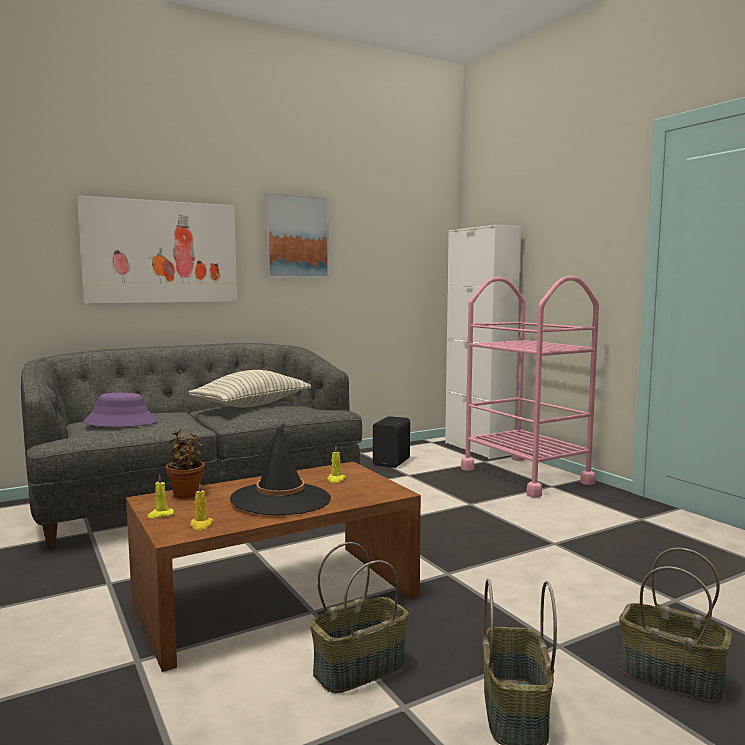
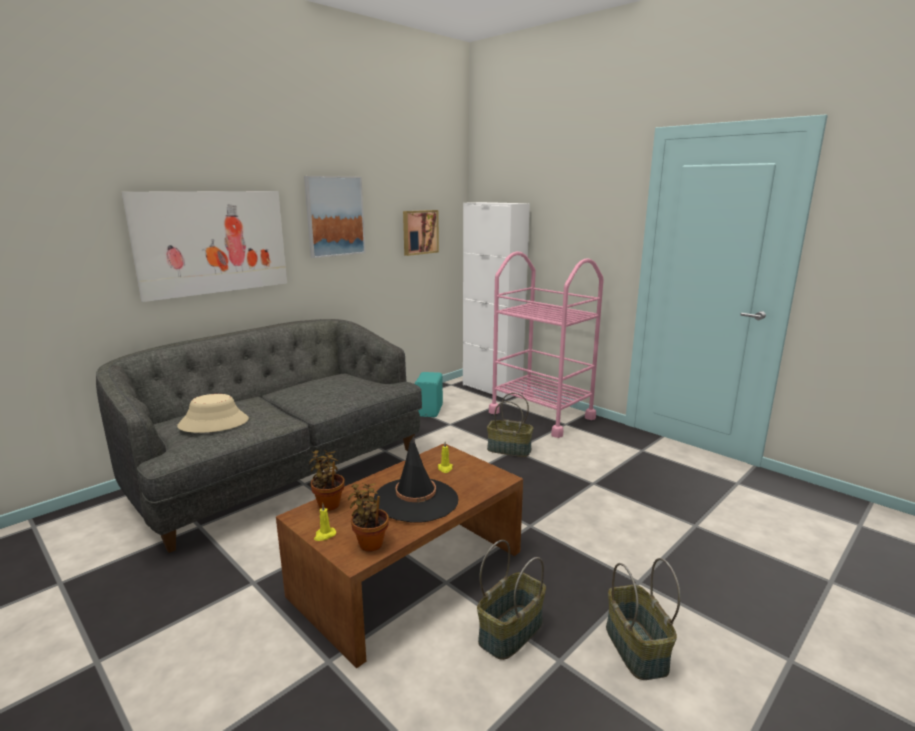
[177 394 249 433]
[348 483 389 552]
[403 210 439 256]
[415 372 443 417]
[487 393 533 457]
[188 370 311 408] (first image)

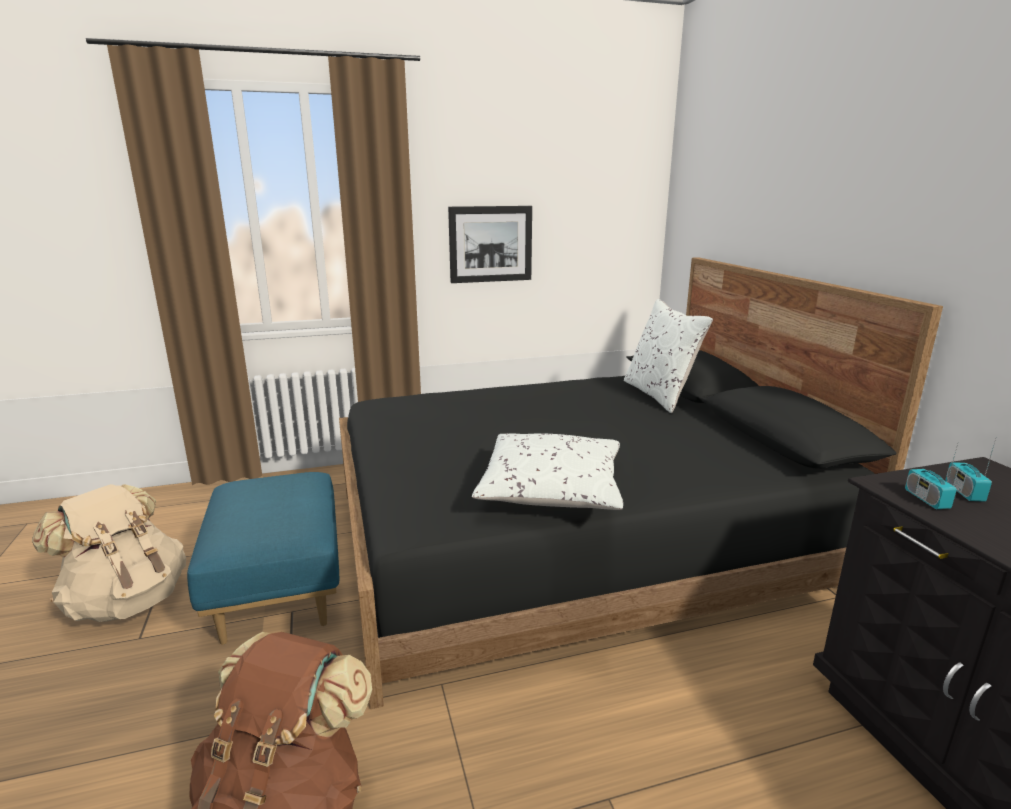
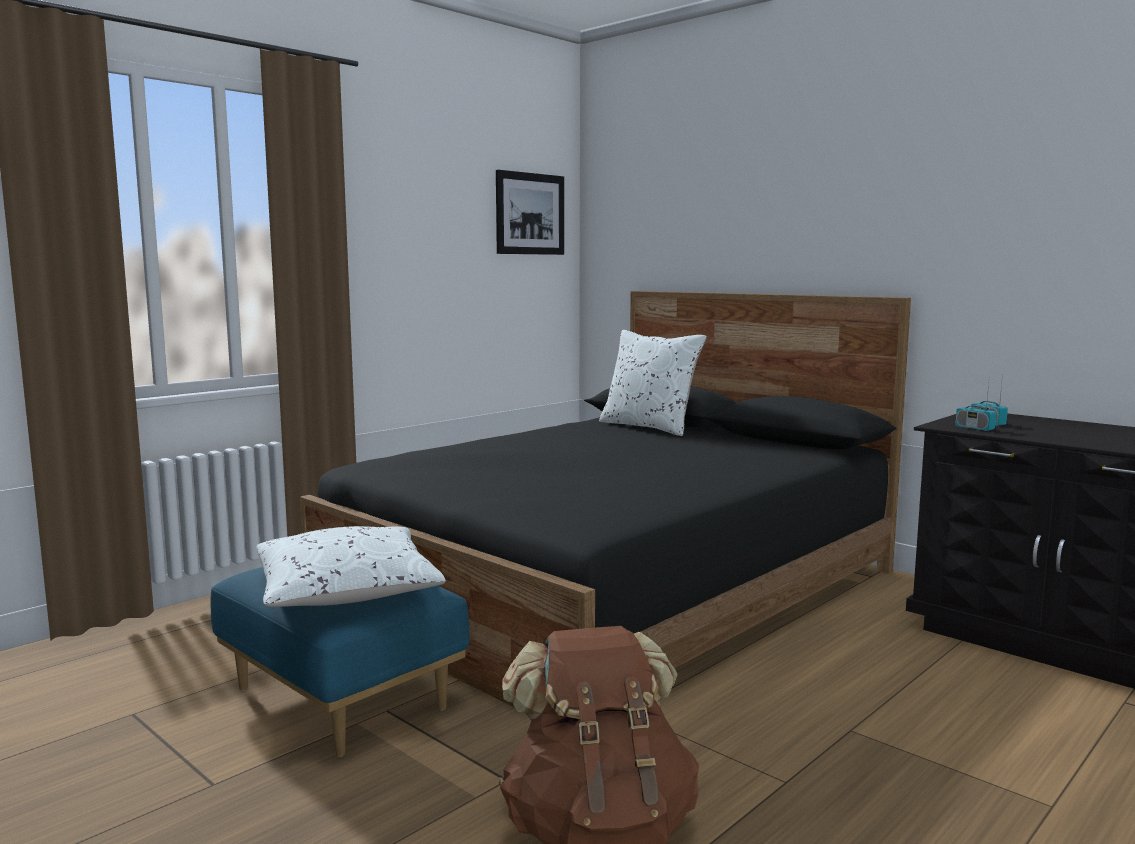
[257 526 445 607]
[496 170 564 255]
[32 484 186 622] (first image)

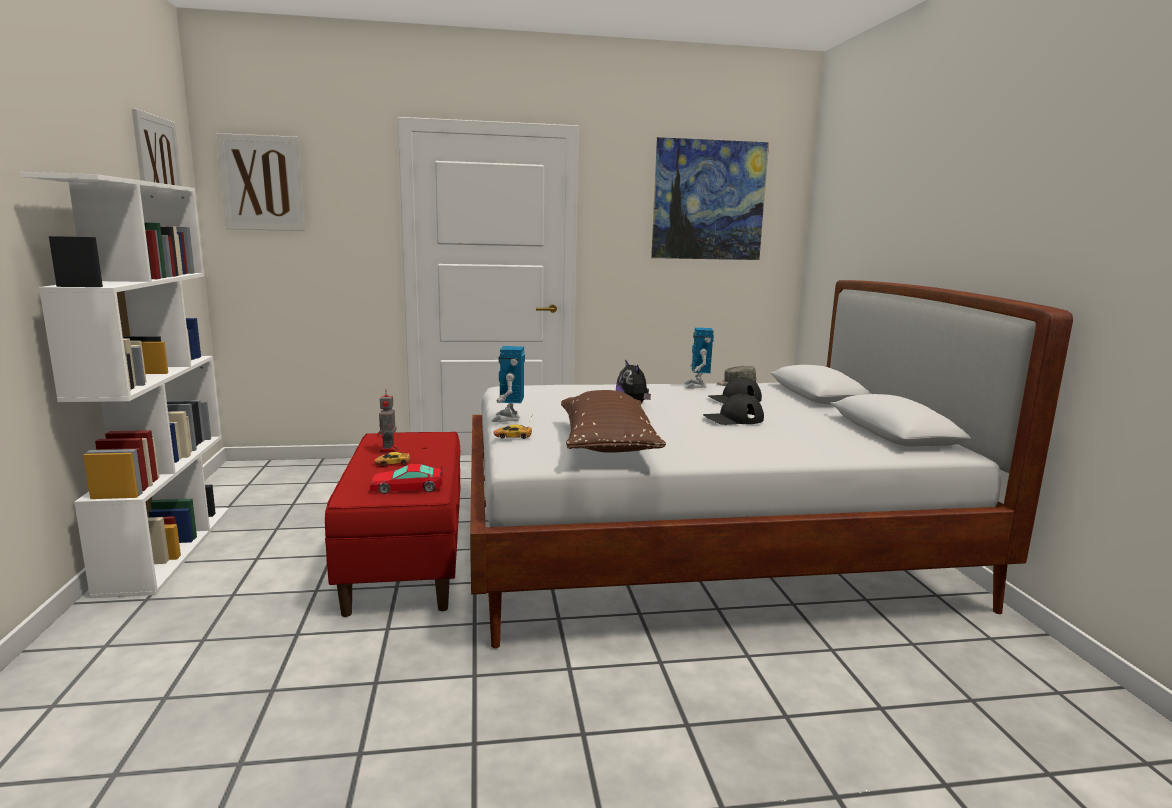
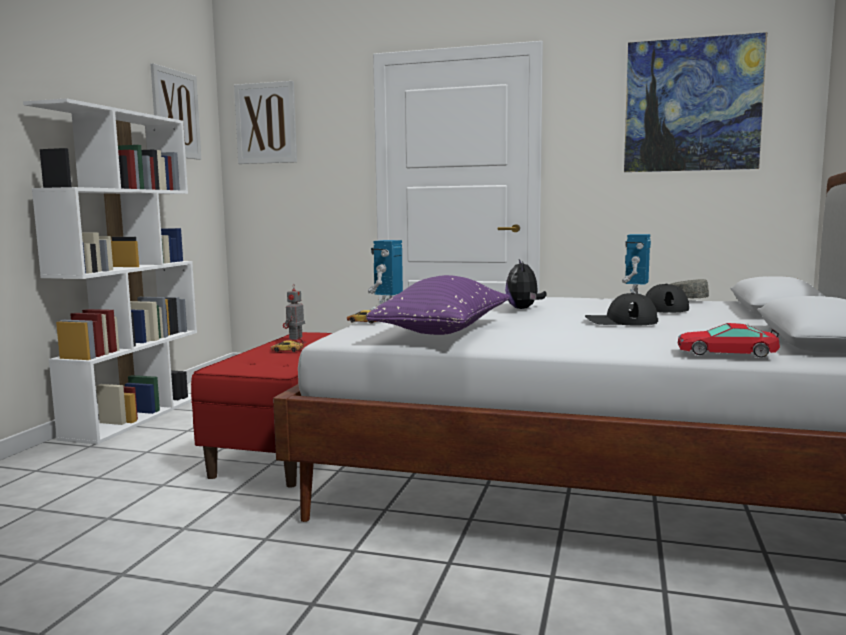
[366 275 510 335]
[678 323 780 358]

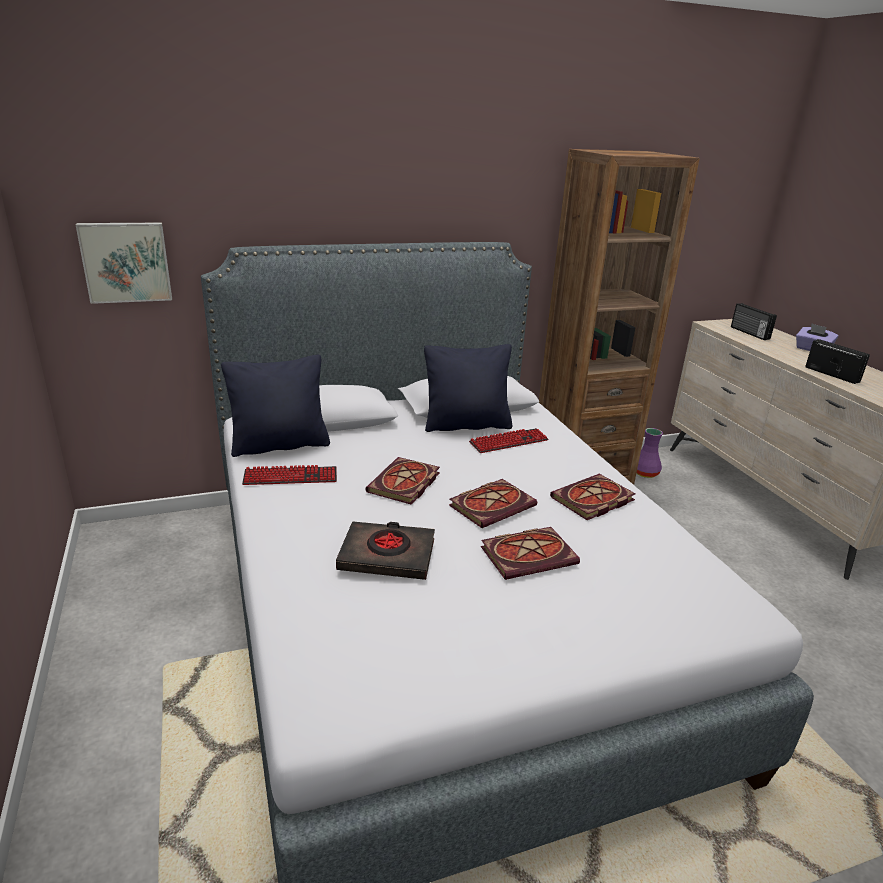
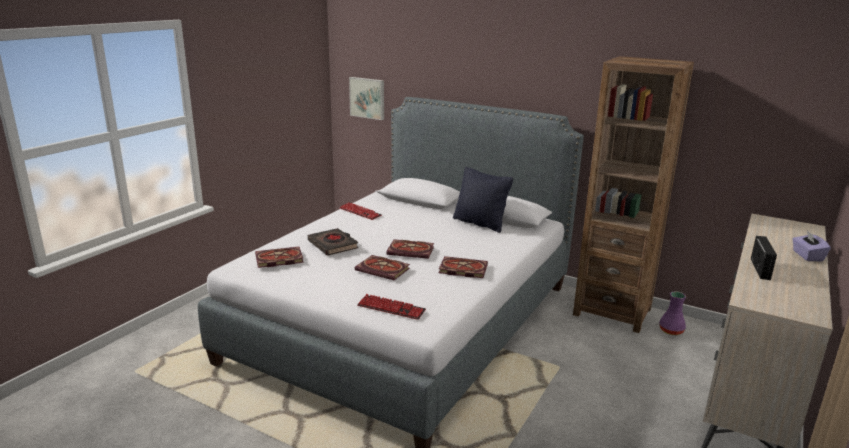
[255 247 304 268]
[357 294 426 320]
[221 355 330 457] (first image)
[731 303 777 340] (first image)

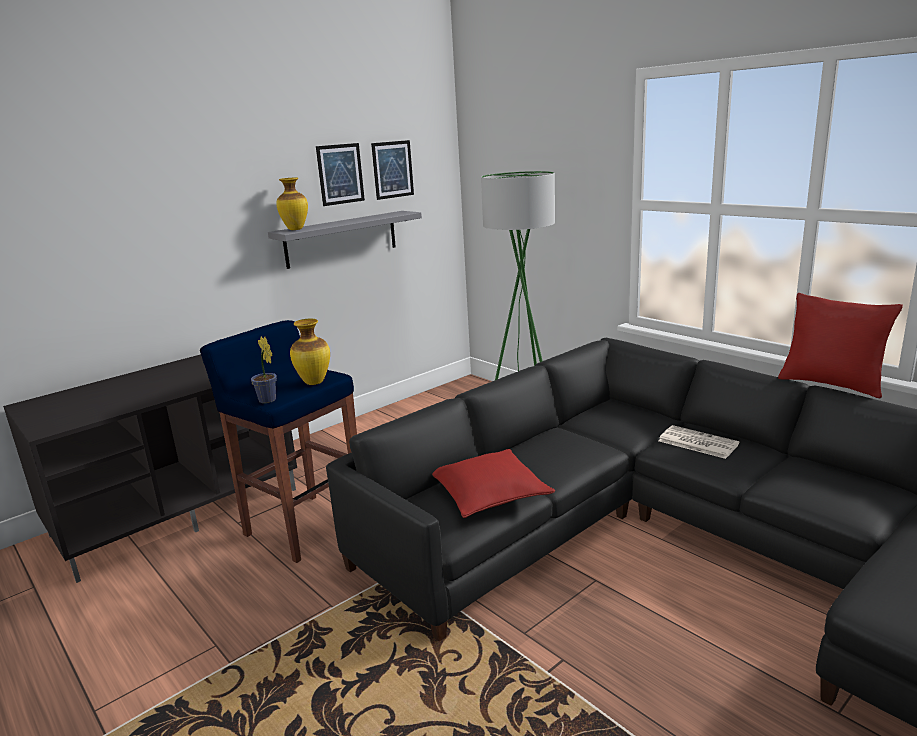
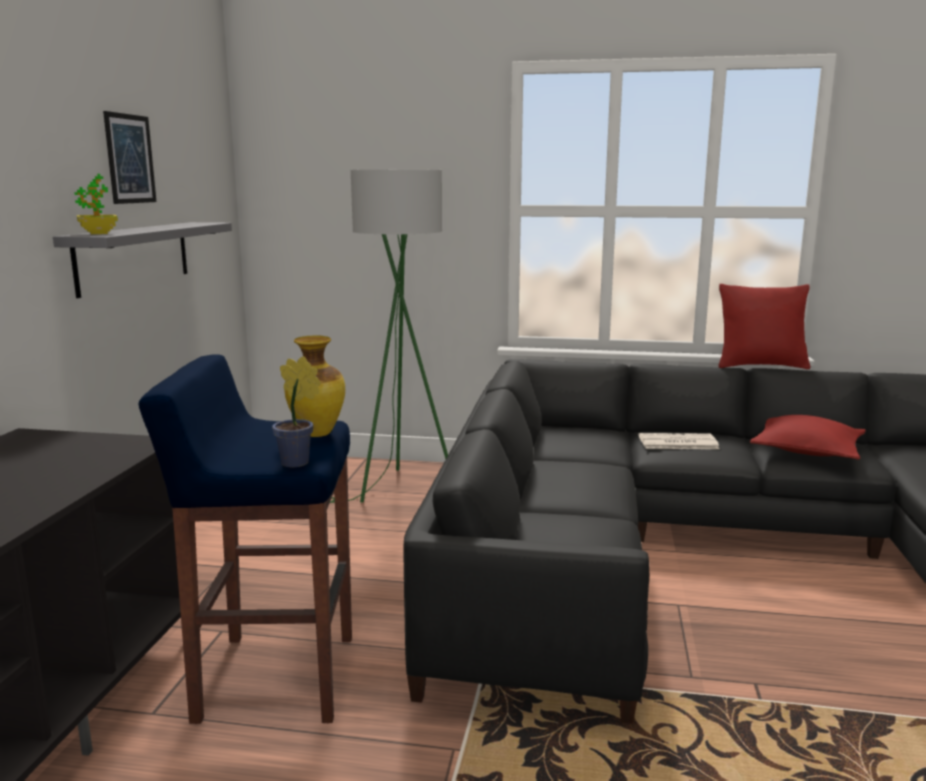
[74 174 118 234]
[750 415 866 460]
[371 140 414 200] (first image)

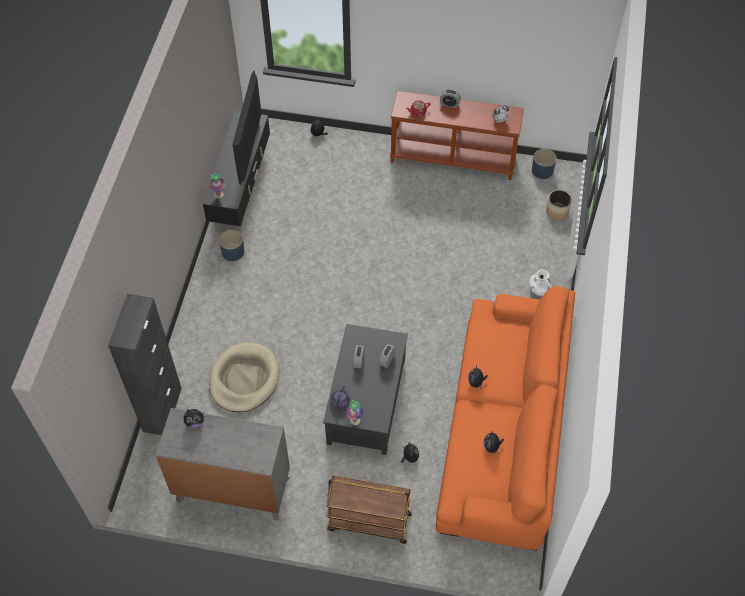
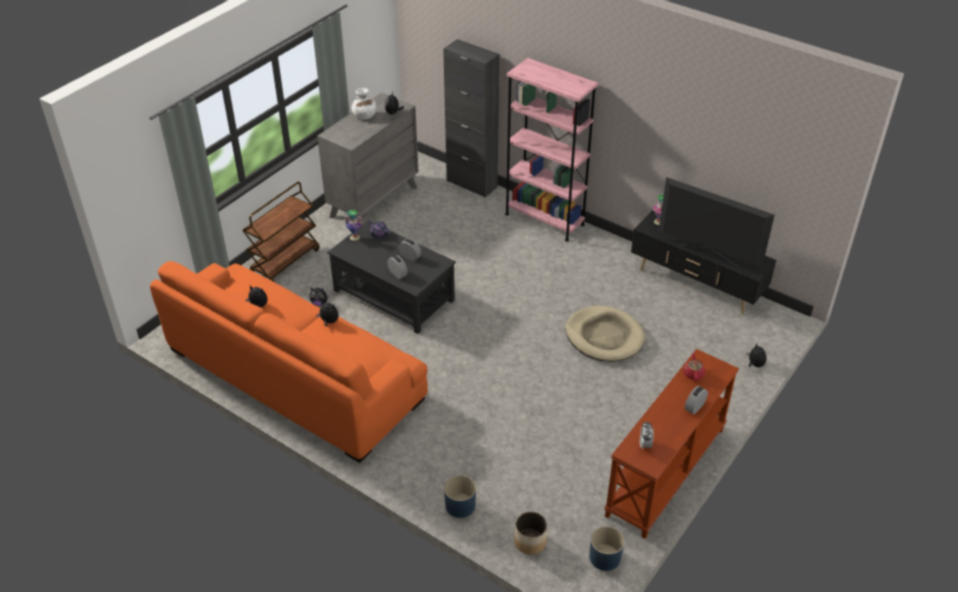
[352 88 376 120]
[444 475 476 518]
[505 58 598 242]
[565 306 645 362]

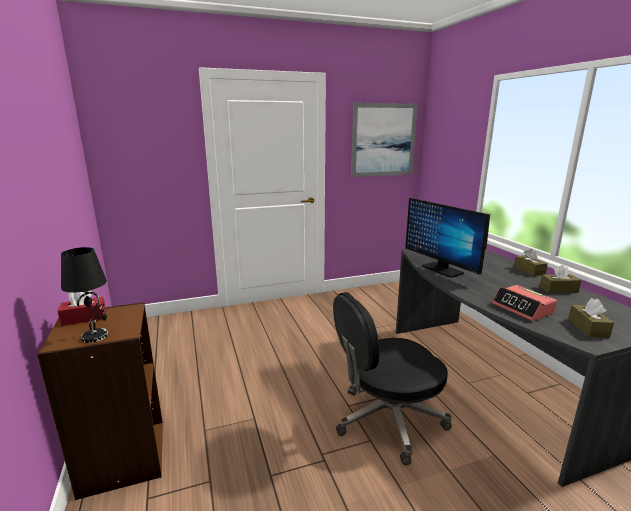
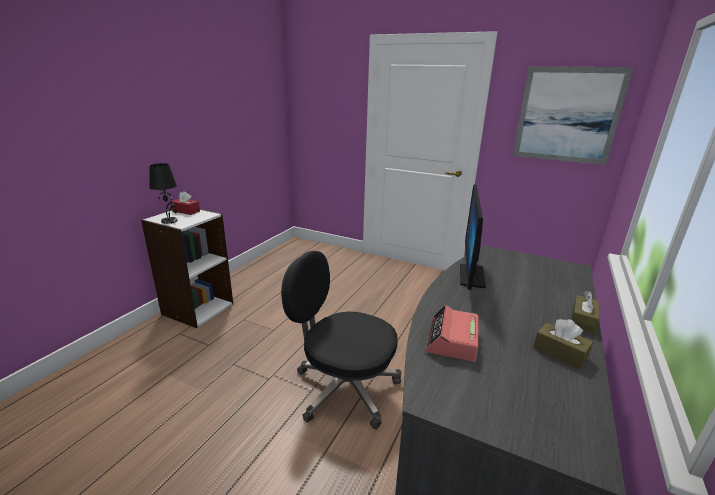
[141 209 233 328]
[568 298 614 338] (first image)

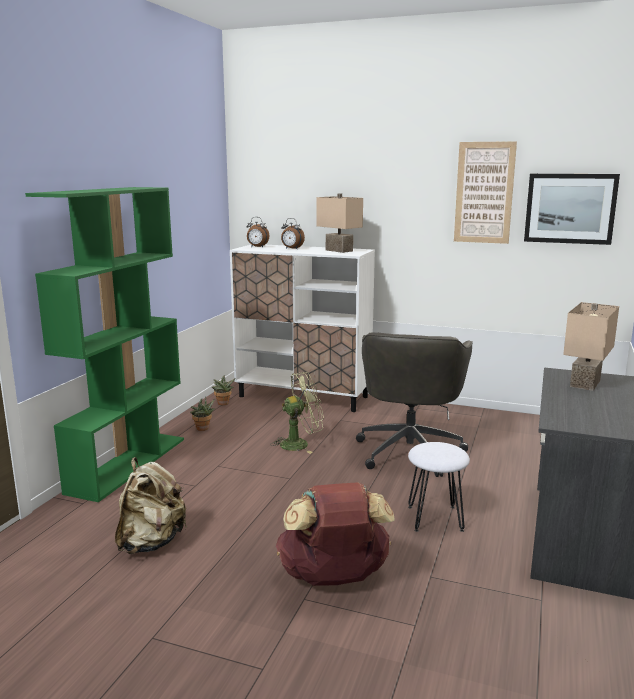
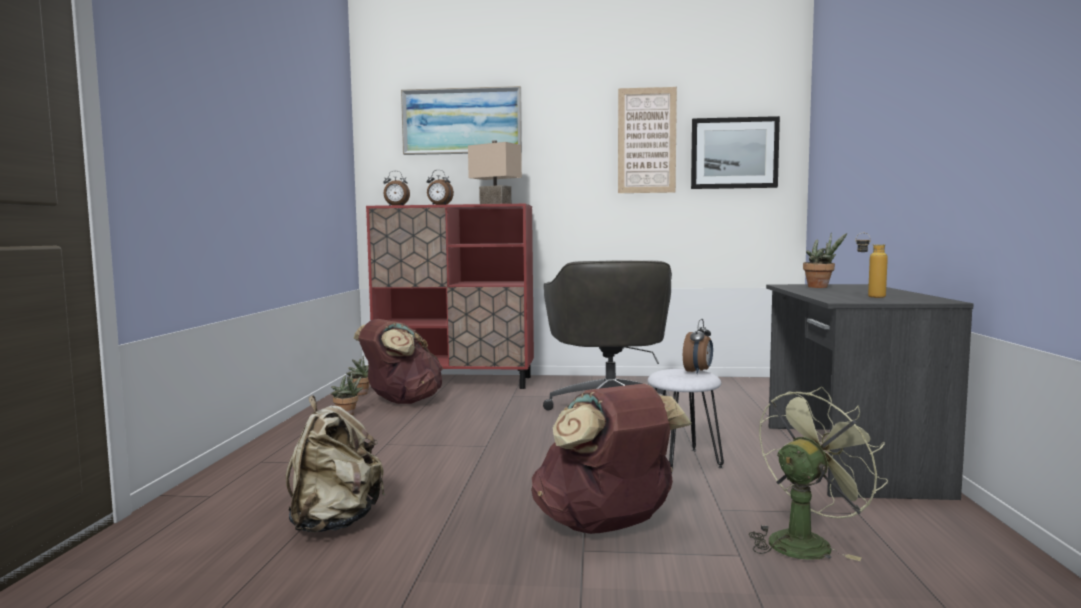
[353 319 443 404]
[366 204 534 389]
[401 86 522 155]
[683 319 713 374]
[749 387 888 561]
[803 233 847 288]
[855 233 888 298]
[25 187 184 502] (first image)

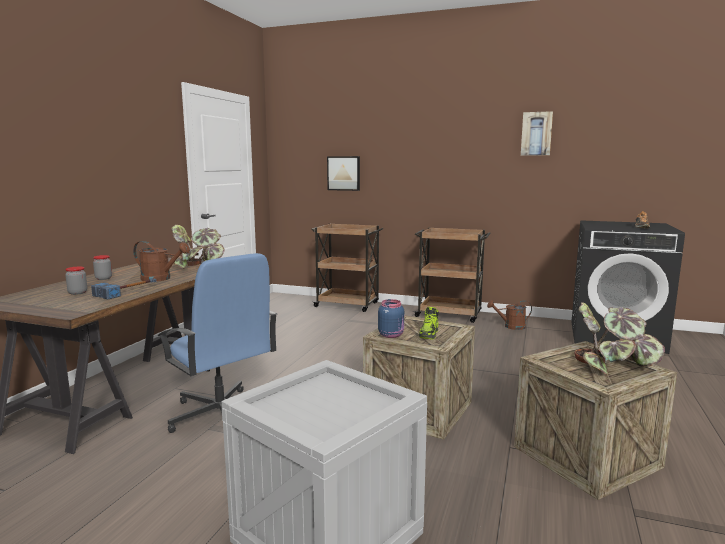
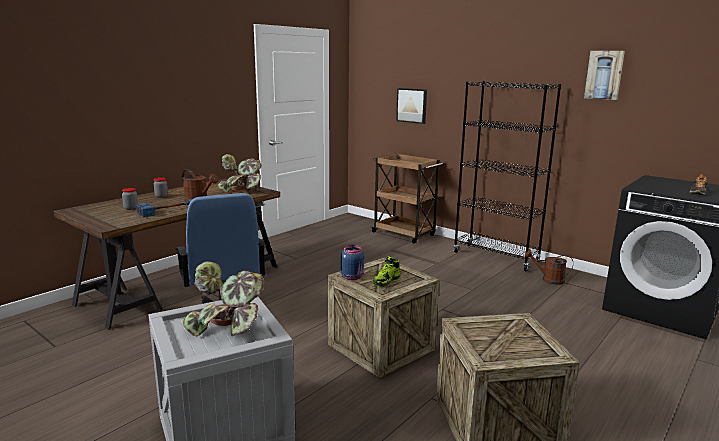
[183 261 264 336]
[453 81 562 271]

